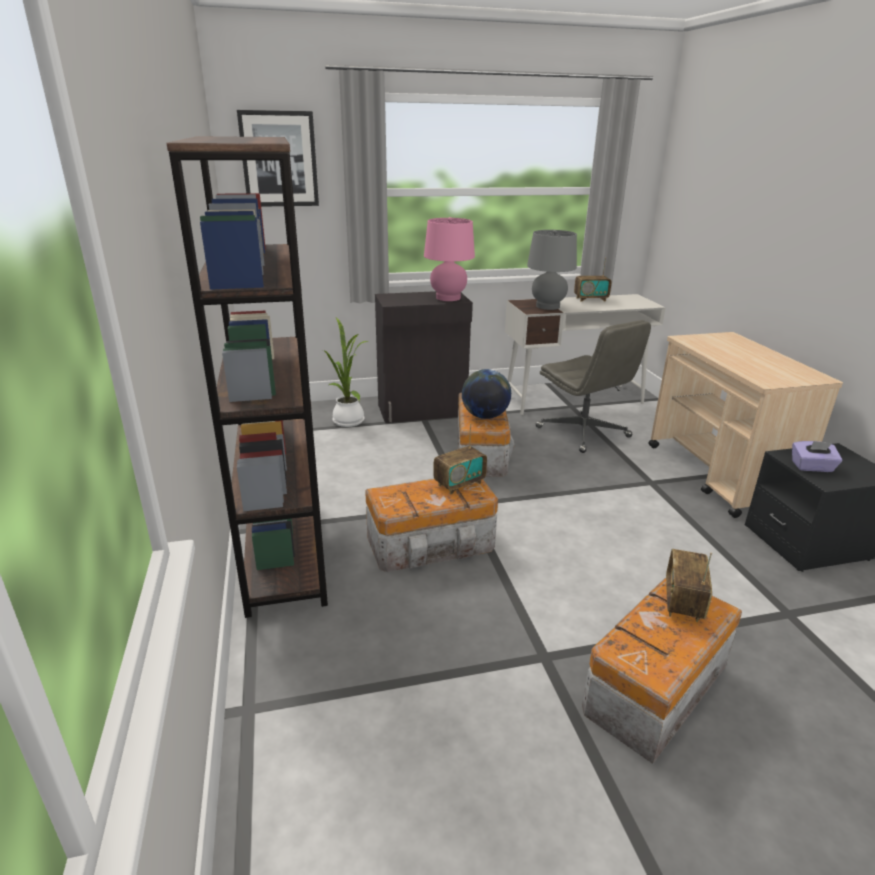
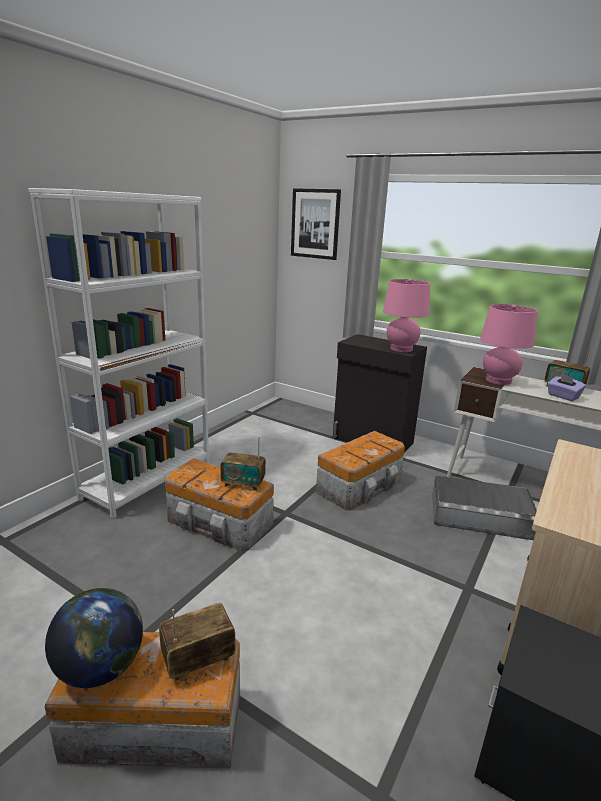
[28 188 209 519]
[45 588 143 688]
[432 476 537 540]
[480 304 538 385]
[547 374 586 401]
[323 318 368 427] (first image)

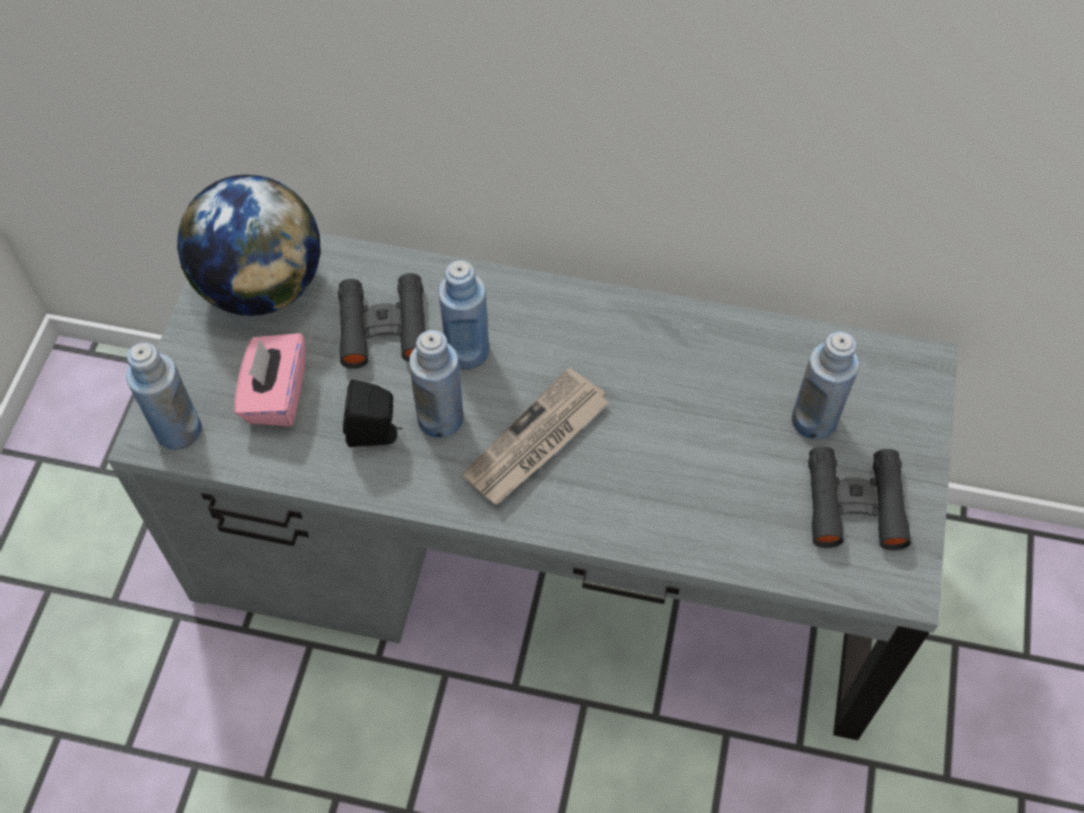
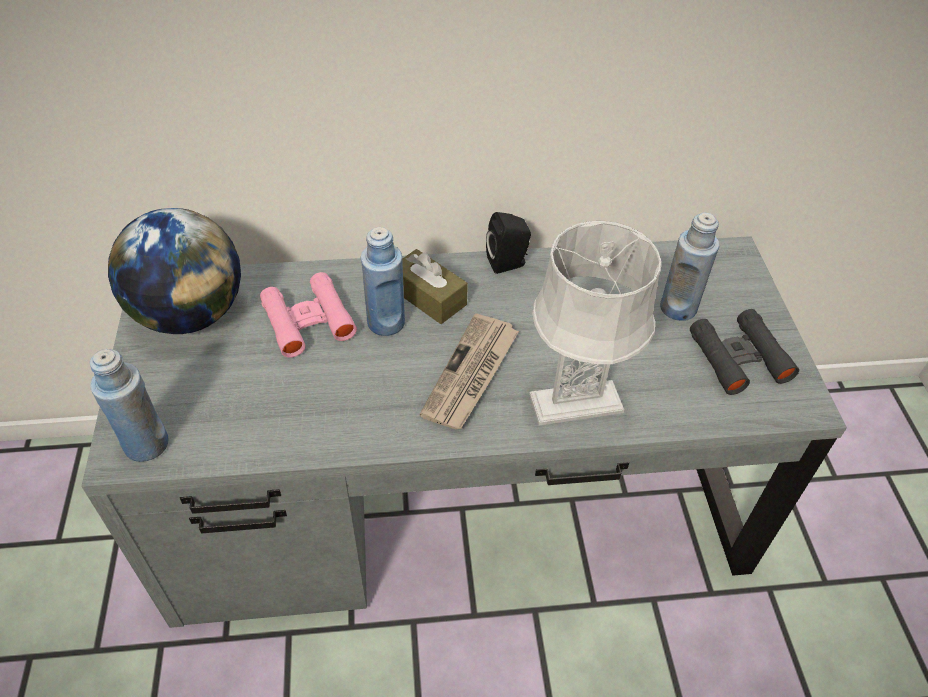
[260 272 357 358]
[402 249 468 324]
[486 212 531 274]
[529 221 661 425]
[234 333 306 426] (first image)
[409 330 463 438] (first image)

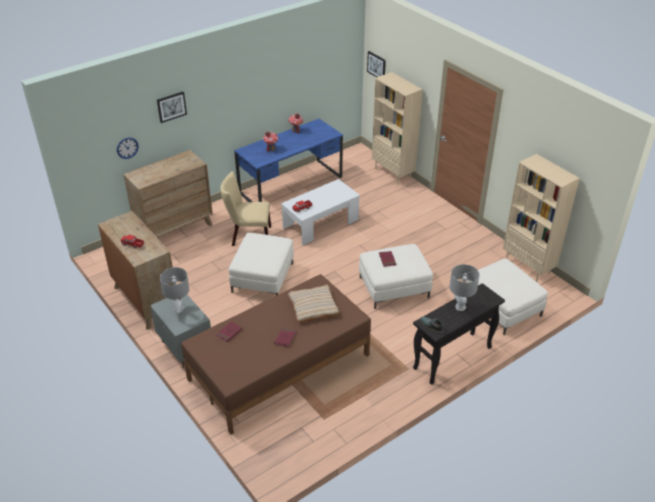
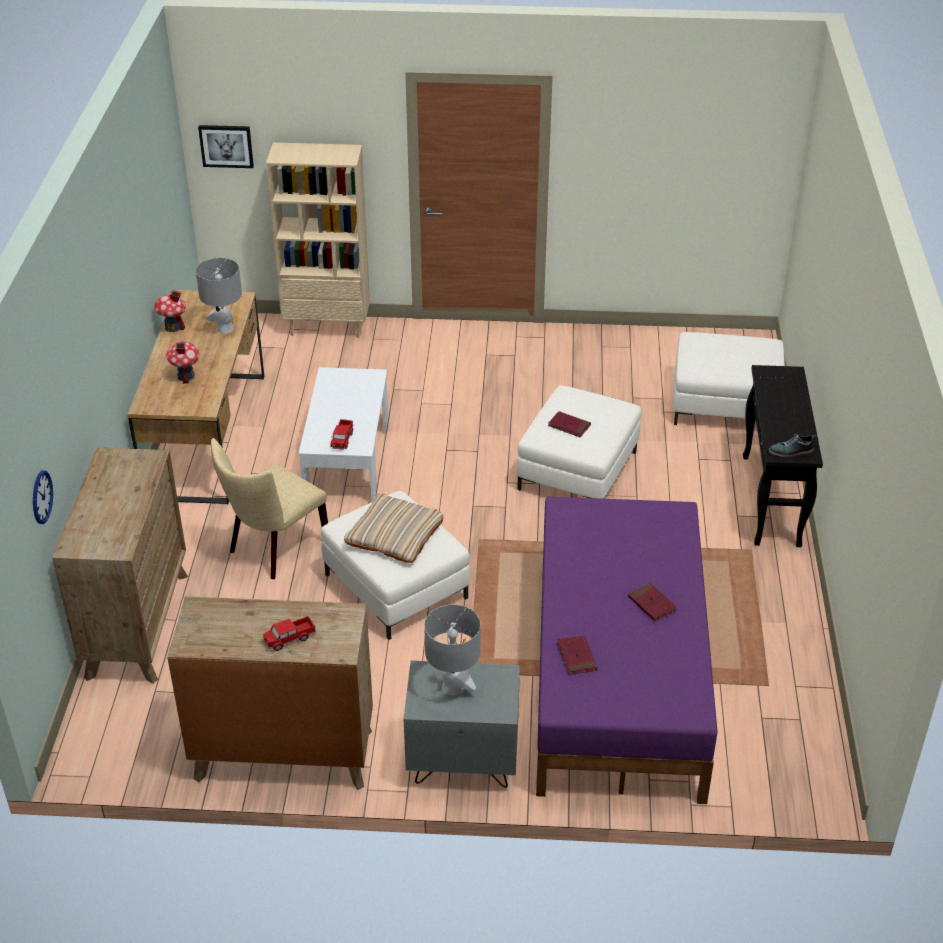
[127 290 264 504]
[196 258 242 334]
[344 493 443 563]
[536 497 717 804]
[157 91 187 123] (first image)
[503 154 580 282] (first image)

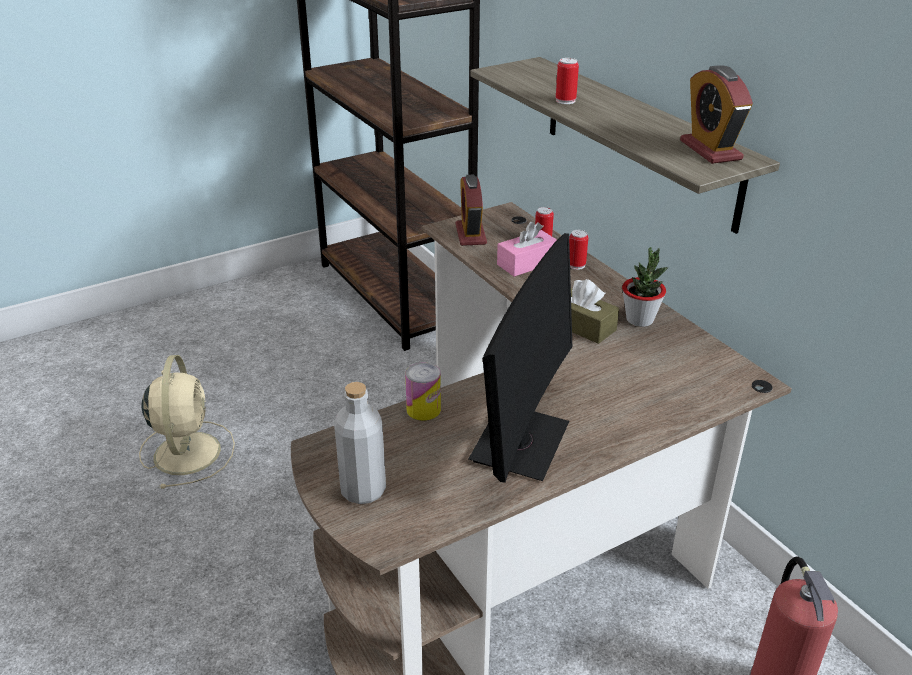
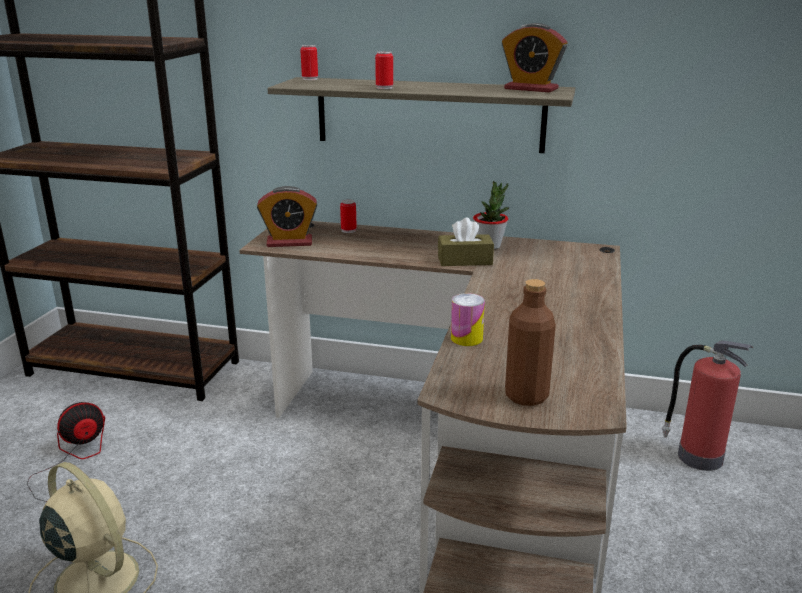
[27 402 105 502]
[257 186 317 247]
[300 45 318 80]
[505 279 556 406]
[468 233 572 483] (first image)
[497 222 557 277] (first image)

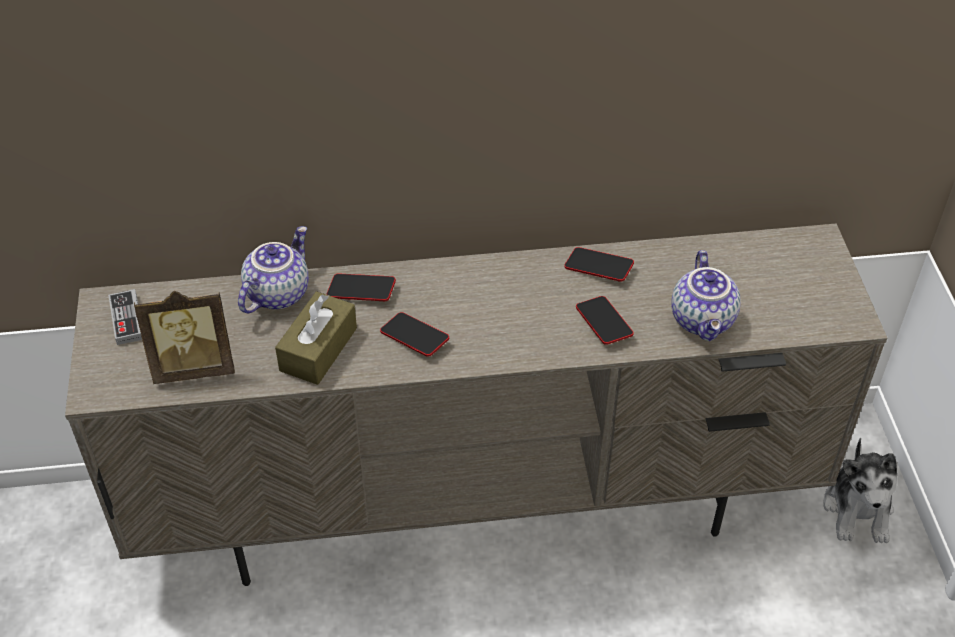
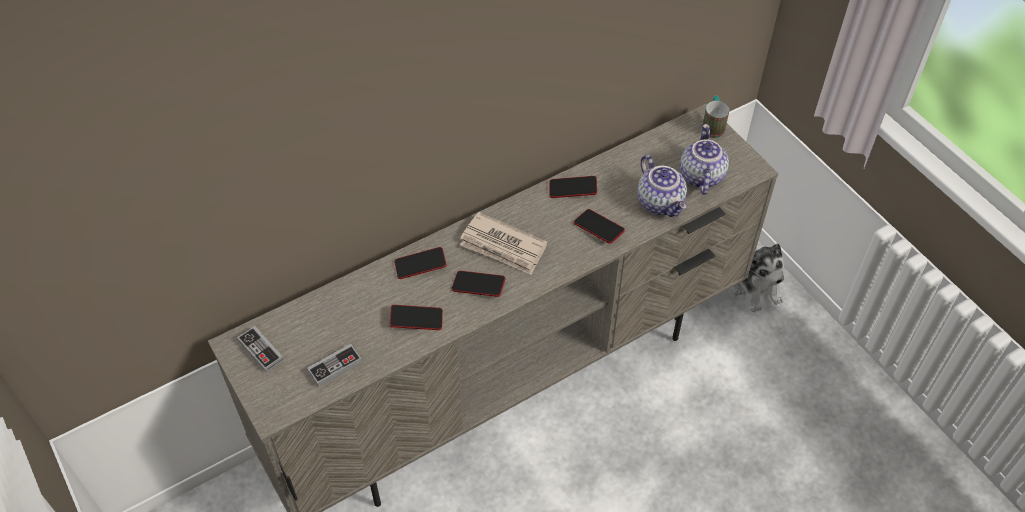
[307 344 362 387]
[390 305 443 330]
[460 212 548 275]
[680 124 729 195]
[702 96 729 139]

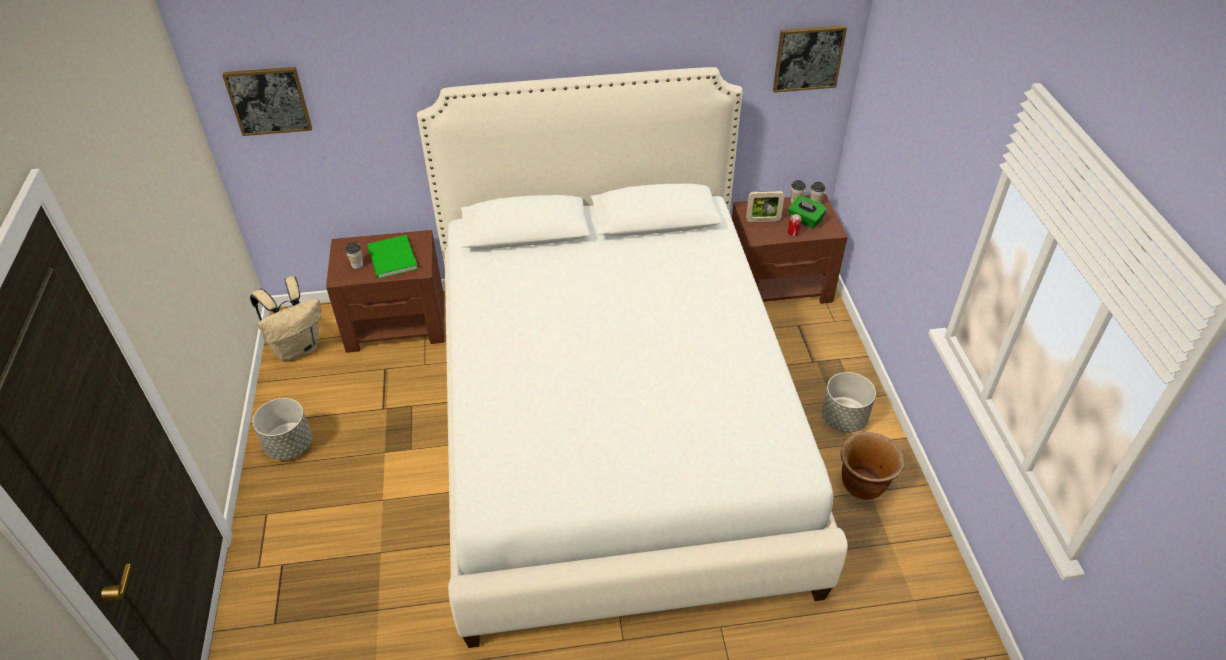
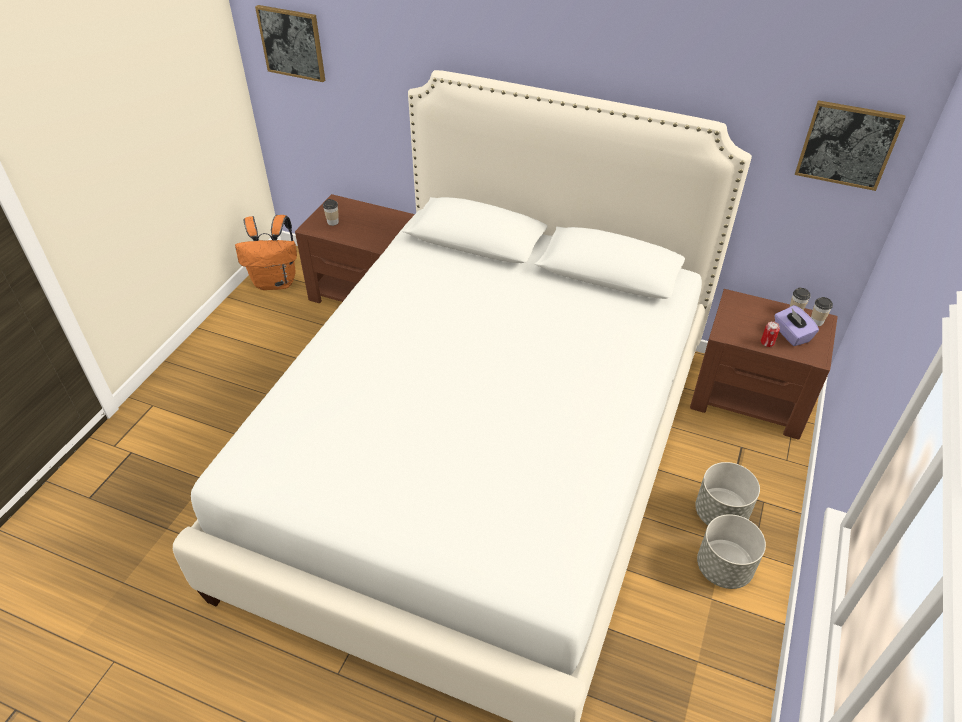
[235 215 297 290]
[695 462 760 525]
[774 305 819 346]
[367 235 418 279] (first image)
[746 191 784 222] (first image)
[841 432 904 500] (first image)

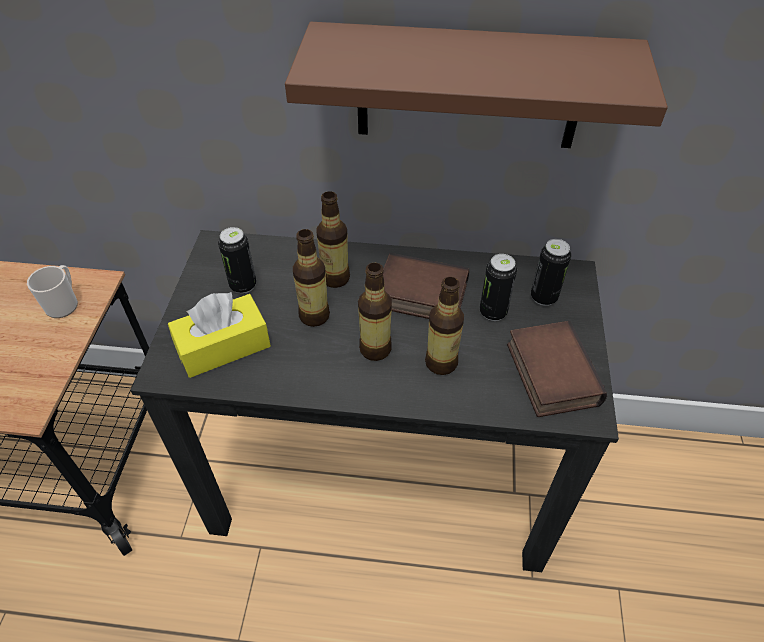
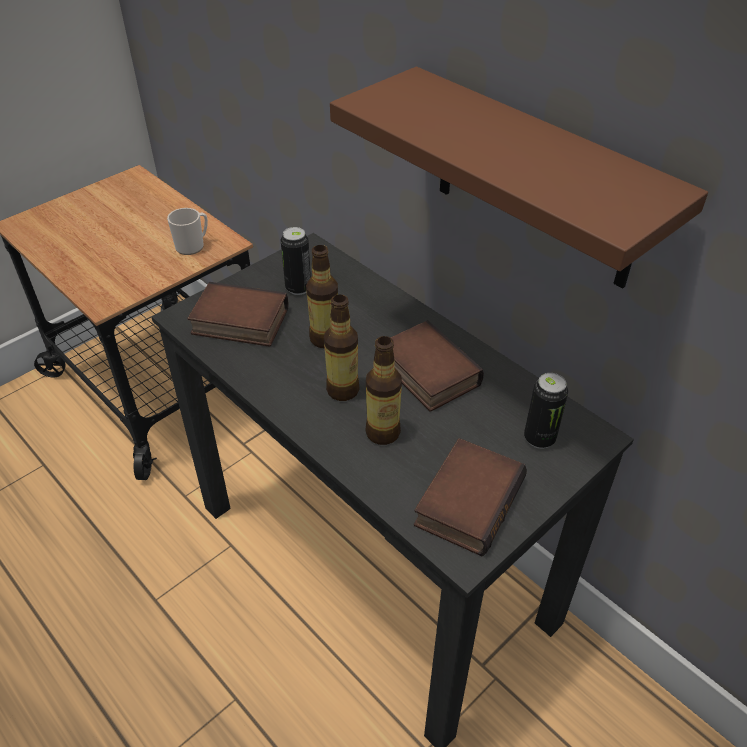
[187 282 289 347]
[317 191 350 288] (first image)
[480 254 517 321] (first image)

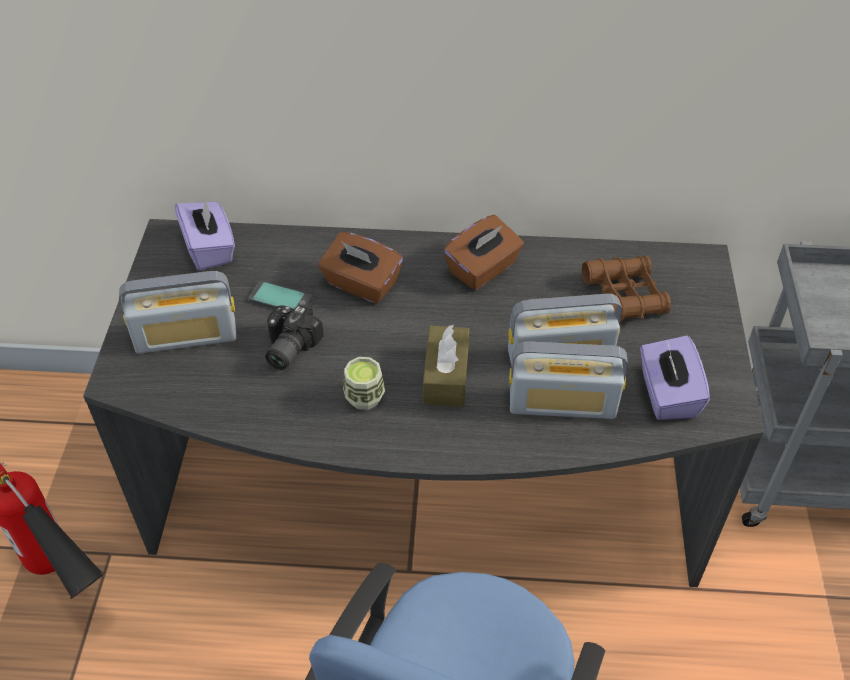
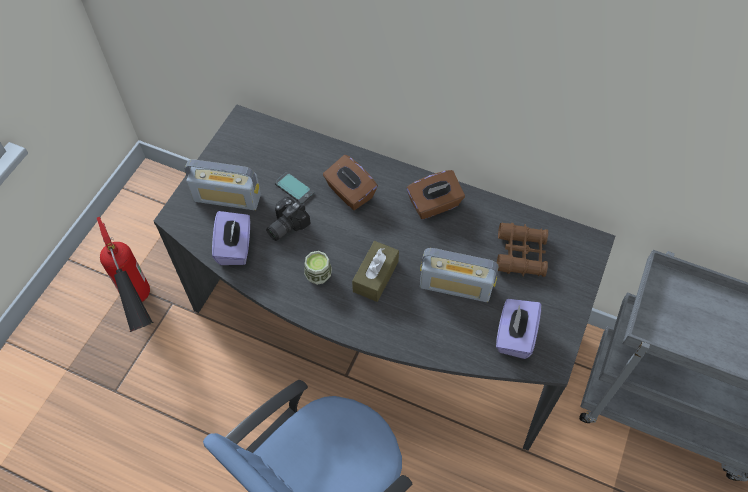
[212 211 250 265]
[509 342 628 419] (first image)

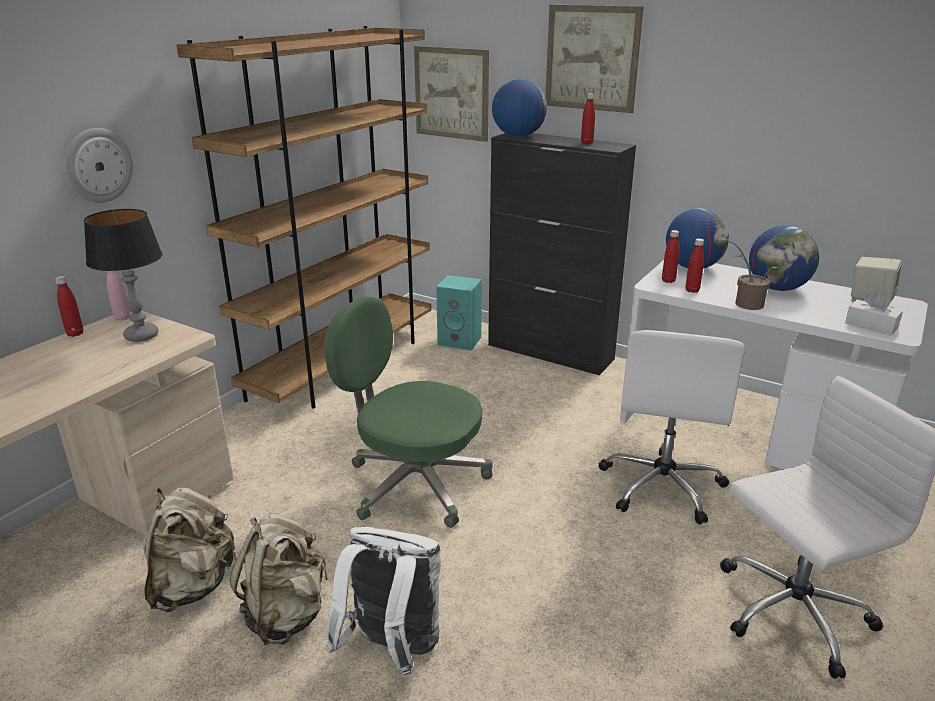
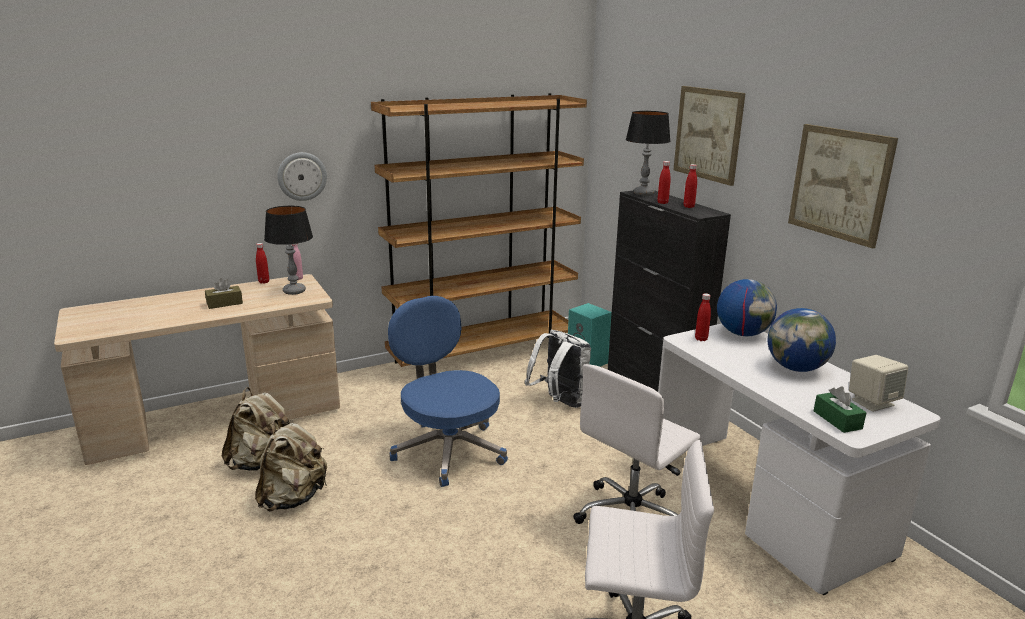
[205 278 243 309]
[388 296 508 487]
[525 330 591 408]
[626 111 671 196]
[657 161 671 204]
[788 124 898 249]
[814 386 867 433]
[715 238 778 310] (first image)

